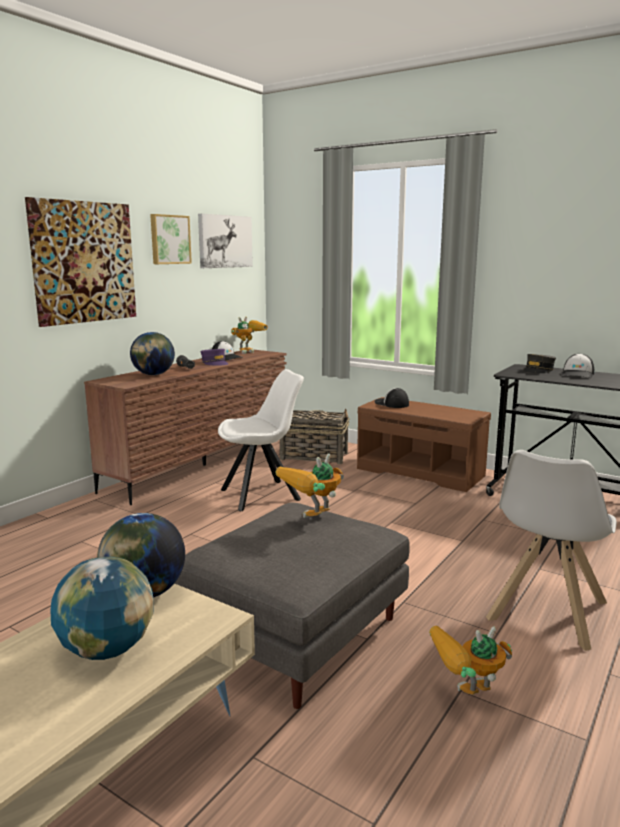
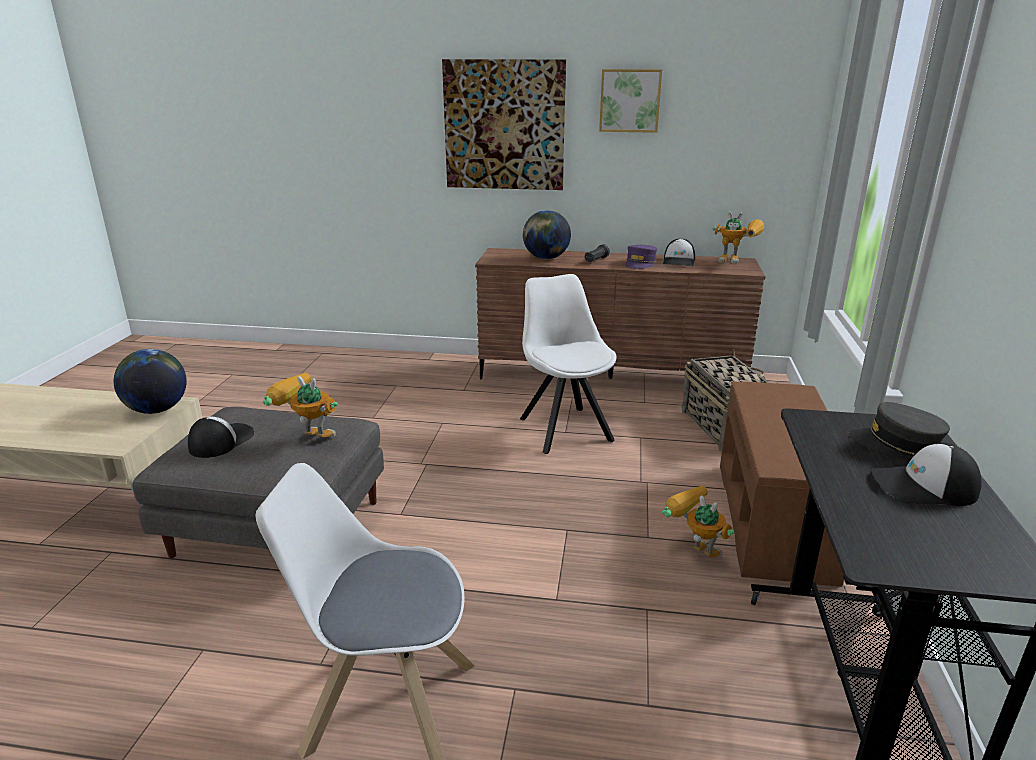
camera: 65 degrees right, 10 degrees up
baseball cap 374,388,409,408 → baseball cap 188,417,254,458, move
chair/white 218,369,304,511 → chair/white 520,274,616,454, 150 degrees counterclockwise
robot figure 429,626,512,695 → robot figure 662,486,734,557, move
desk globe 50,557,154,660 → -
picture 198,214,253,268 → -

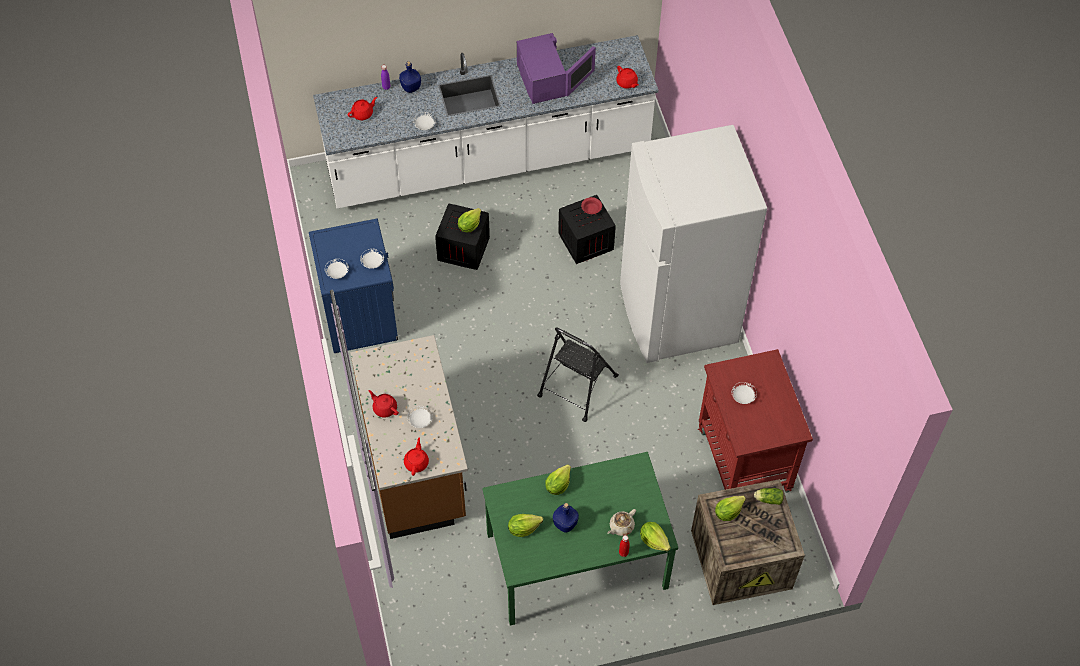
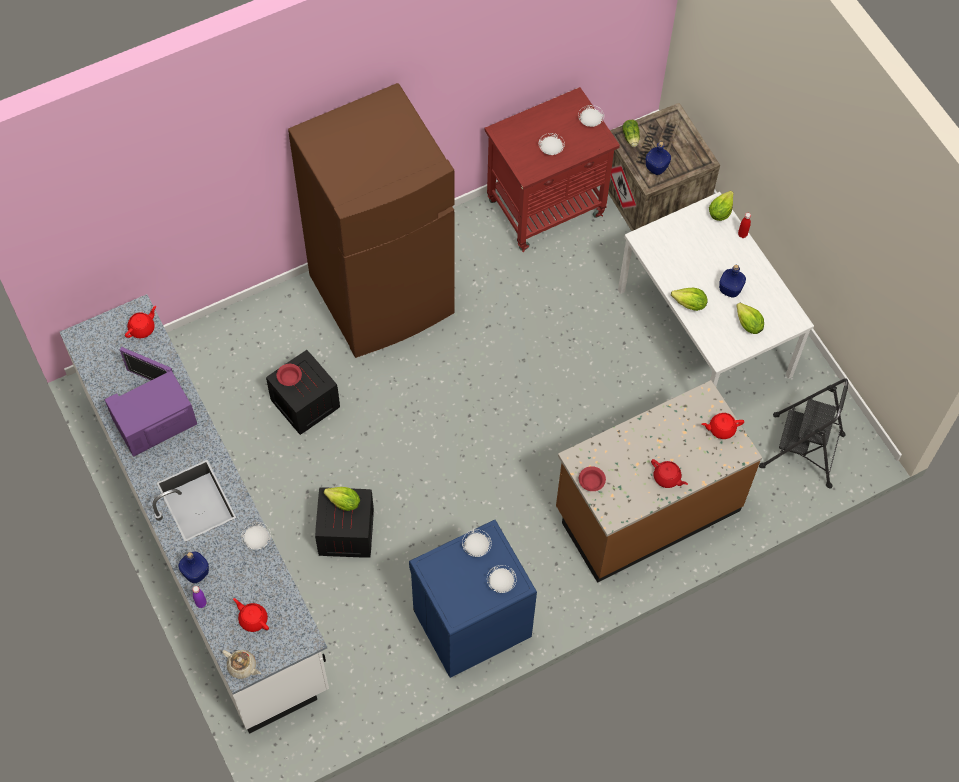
camera: 105 degrees left, 5 degrees up
tea pot/beige-coloured 607,509,636,536 → tea pot/beige-coloured 222,650,261,679, move
fridge/white 620,125,767,363 → fridge/brownish 288,83,455,358
dinner plate/white 407,406,433,428 → dinner plate/white 578,105,604,127, move
- → deep dish/reddish 579,466,606,491
dinner table/green 482,452,678,626 → dinner table/white 618,192,814,387
lettuce head 715,496,746,521 → bottle/blue 646,141,671,175
tea pot/reddish 368,390,399,417 → tea pot/reddish 651,459,688,488, 75 degrees counterclockwise
stepladder/black 537,328,619,422 → stepladder/black 759,378,848,489, move

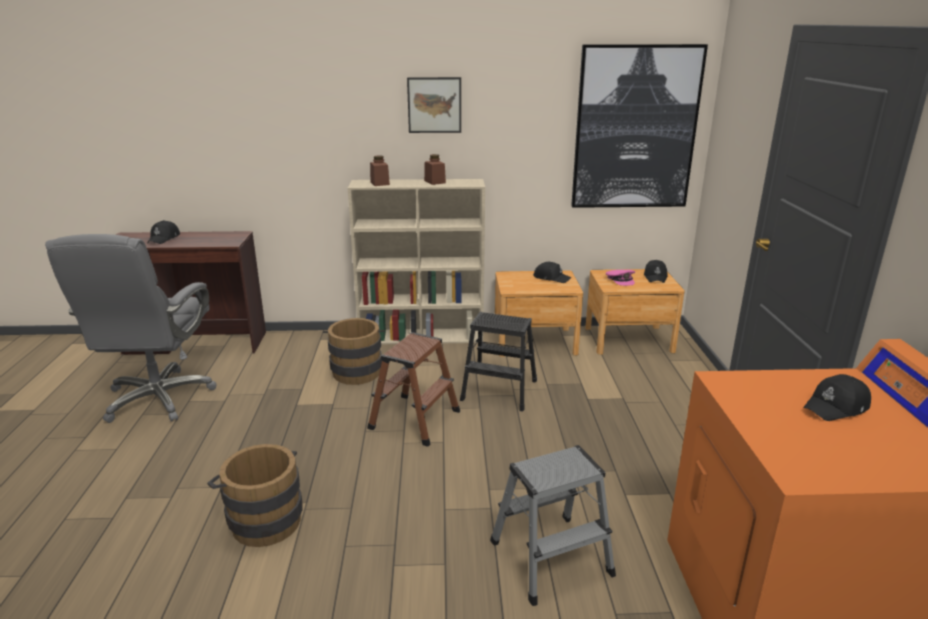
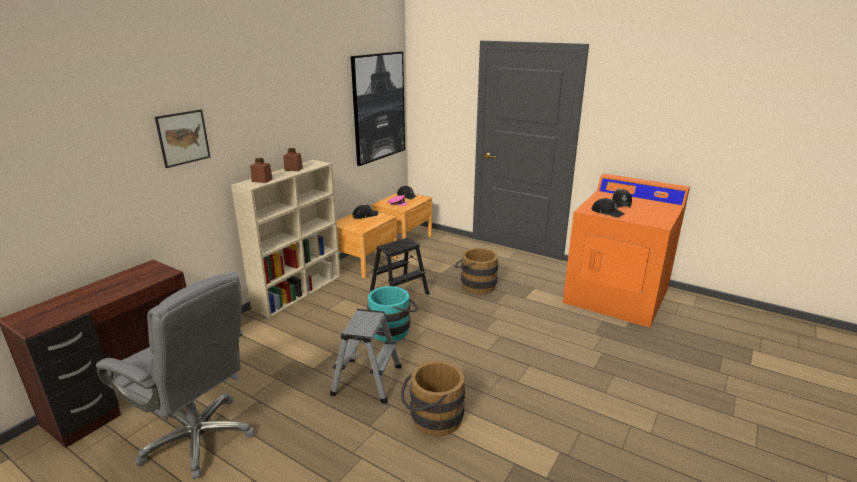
camera: 55 degrees left, 0 degrees up
picture 407,77,461,133 → picture 155,110,210,168, move
stepladder/gray 490,445,616,606 → stepladder/gray 330,309,402,404, move
stepladder/brownish 367,332,460,447 → water bucket/turquoise 367,286,418,342
water bucket/brownish 323,318,385,385 → water bucket/brownish 455,248,498,294, move
baseball cap/black 147,220,180,244 → baseball cap/black 591,198,625,218, move

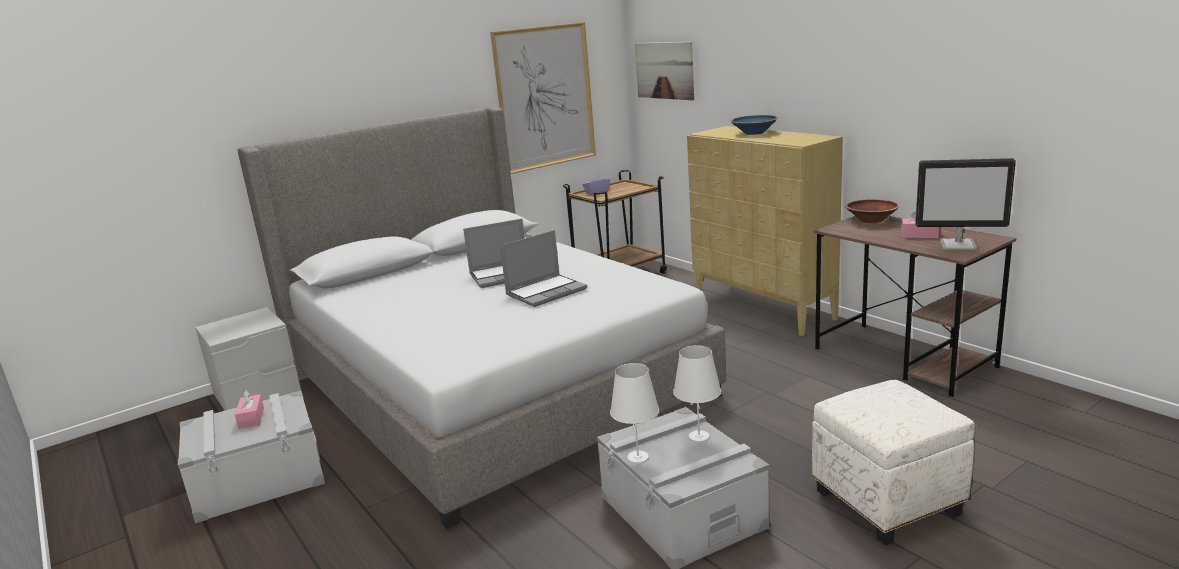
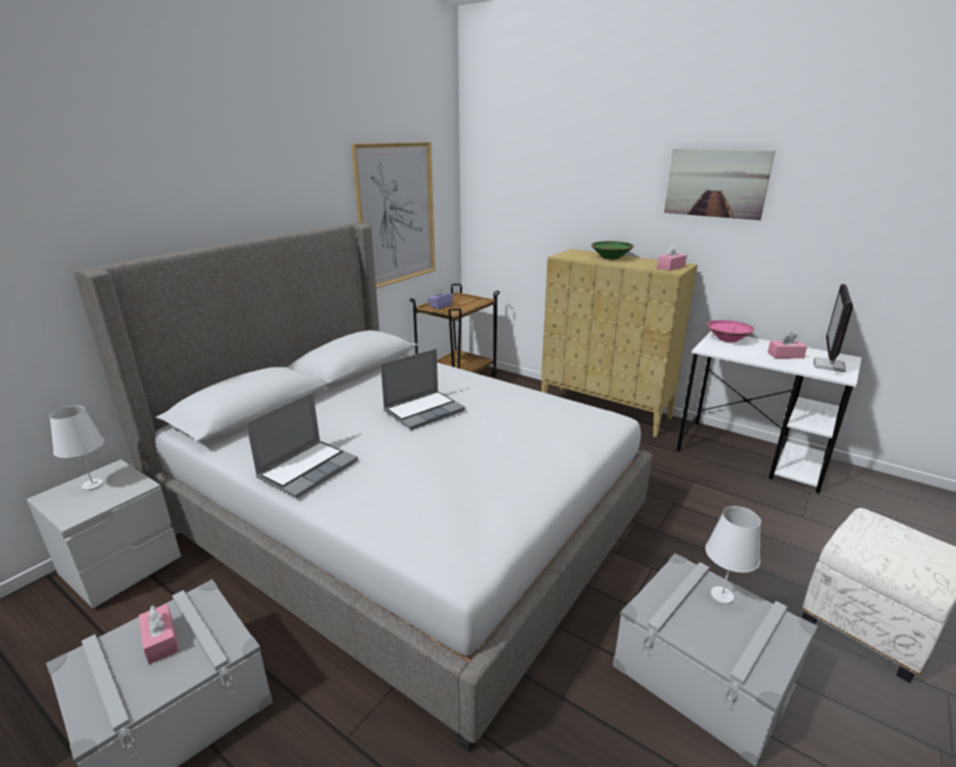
camera: 20 degrees left, 5 degrees up
table lamp/white 610,363,659,464 → table lamp/white 49,406,104,491, move
portable computer 500,230,587,307 → portable computer 246,392,358,498, move
deep dish/blue 731,115,778,135 → deep dish/green 591,241,634,260
- → tissue box/pink 657,244,687,271
picture 635,42,694,100 → picture 664,149,775,220, move
desk unit/brownish 814,216,1016,397 → desk unit/white 676,331,862,494
deep dish/brownish 845,200,900,223 → deep dish/pink 706,320,755,343
computer screen 915,158,1016,250 → computer screen 814,284,853,372, 120 degrees clockwise

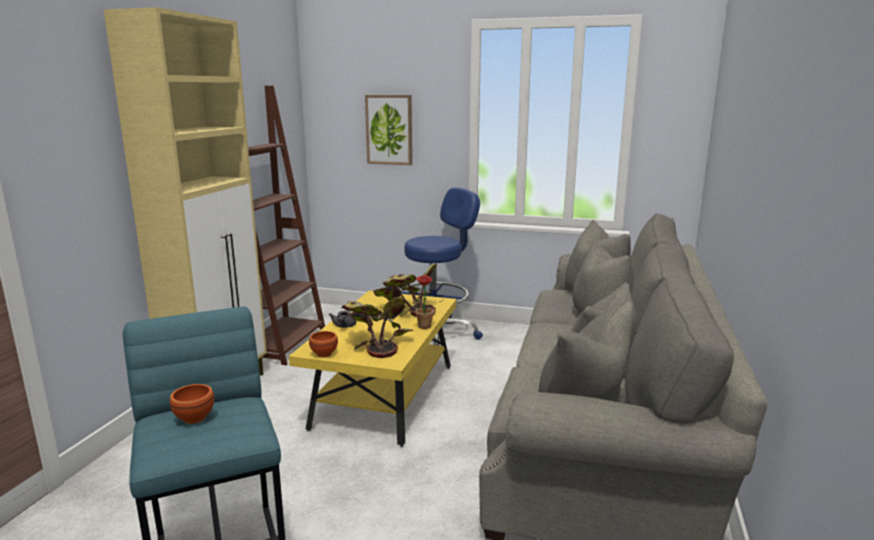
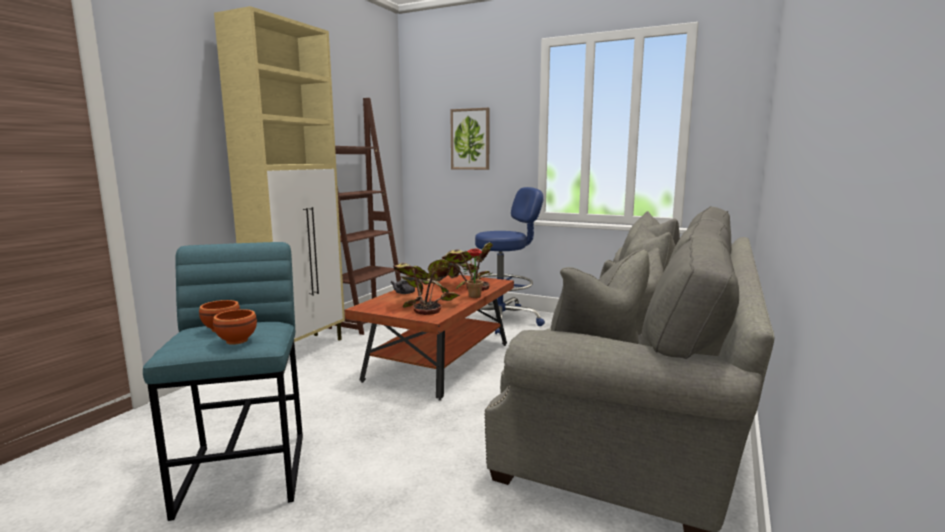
camera: 10 degrees right, 5 degrees down
deep dish/brownish 309,331,338,357 → deep dish/brownish 213,309,257,345, move
lounge table/yellowish 289,291,457,447 → lounge table/brownish 345,275,514,400

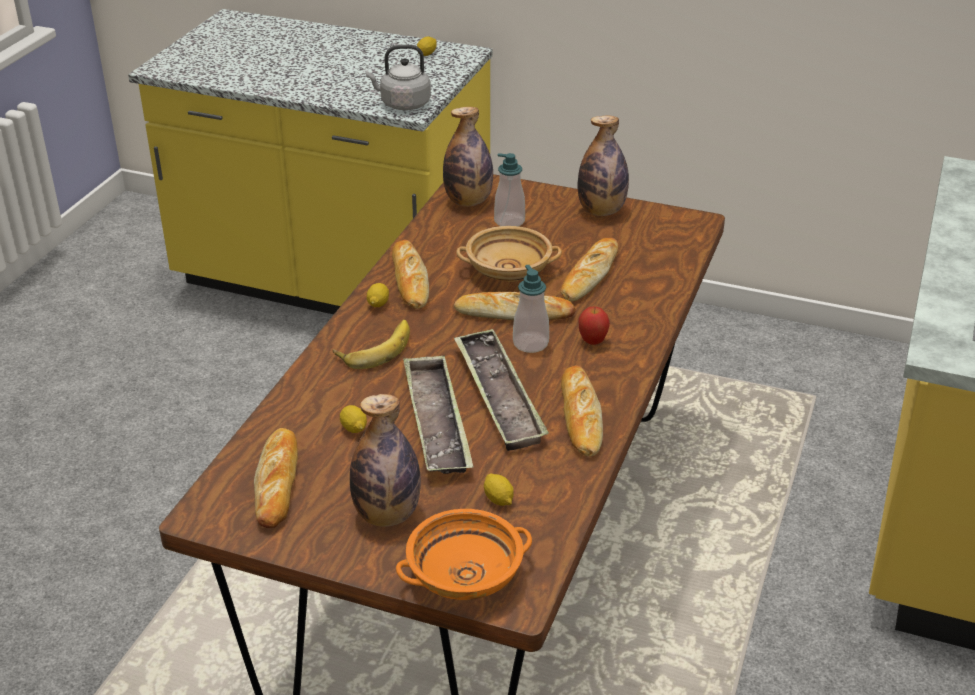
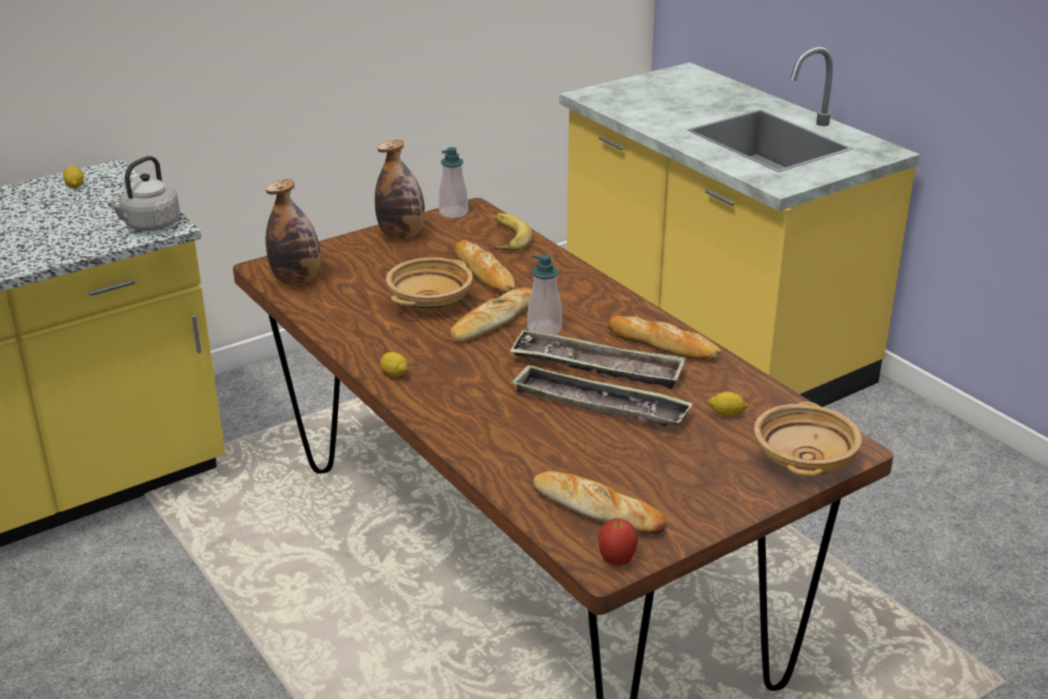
camera: 55 degrees left, 5 degrees down
soap dispenser 494,153,525,226 → soap dispenser 439,147,468,218, move
banana 333,320,410,369 → banana 494,213,533,252, move
apple 578,307,610,345 → apple 598,518,638,566, move
deep dish/orange 396,509,532,600 → deep dish/beige-coloured 754,402,862,476
citrus fruit 340,405,367,433 → -
bottle 350,394,421,527 → -
bread 392,239,429,309 → -

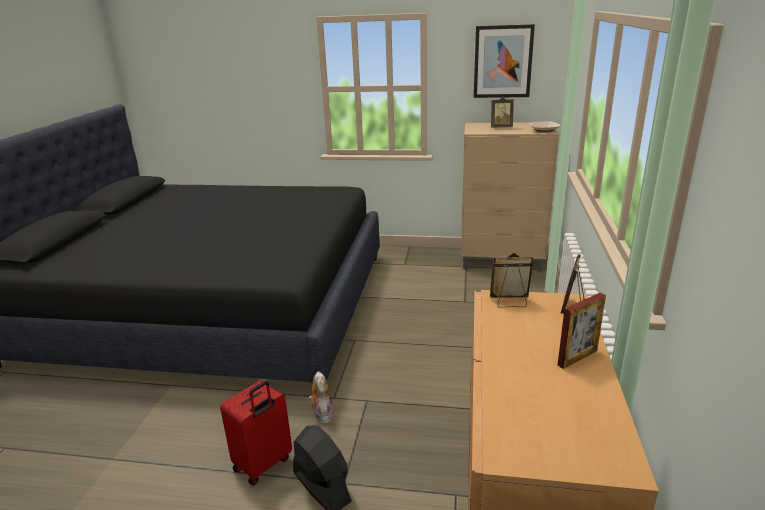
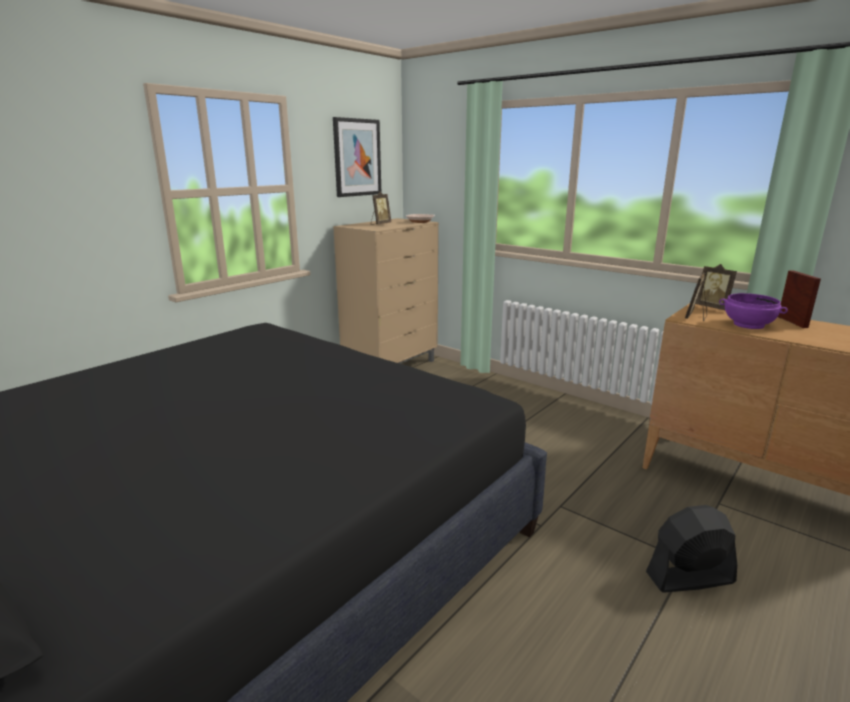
camera: 60 degrees left, 5 degrees down
- → deep dish/purplish 719,293,788,329
piece of luggage/reddish 220,380,292,486 → -
soft toy 308,371,334,424 → -

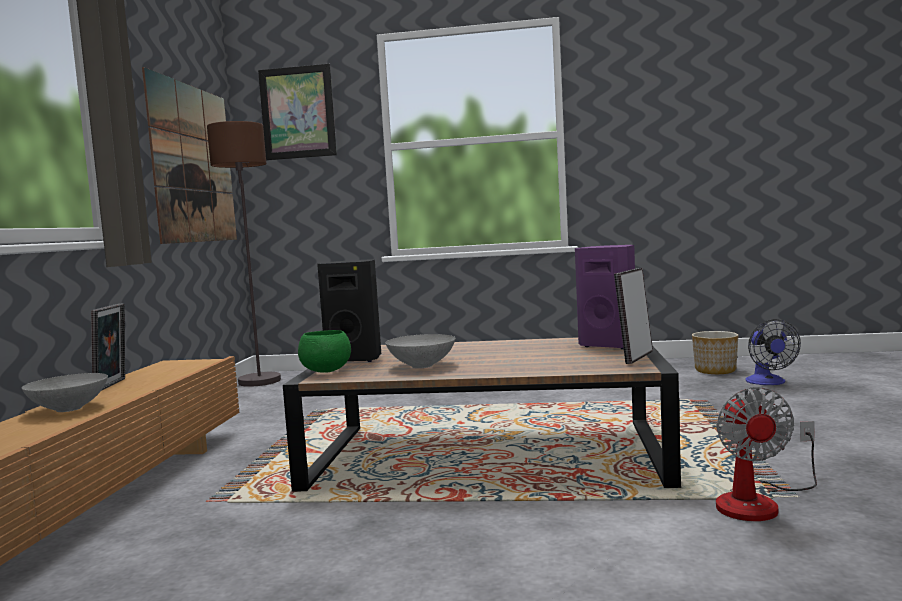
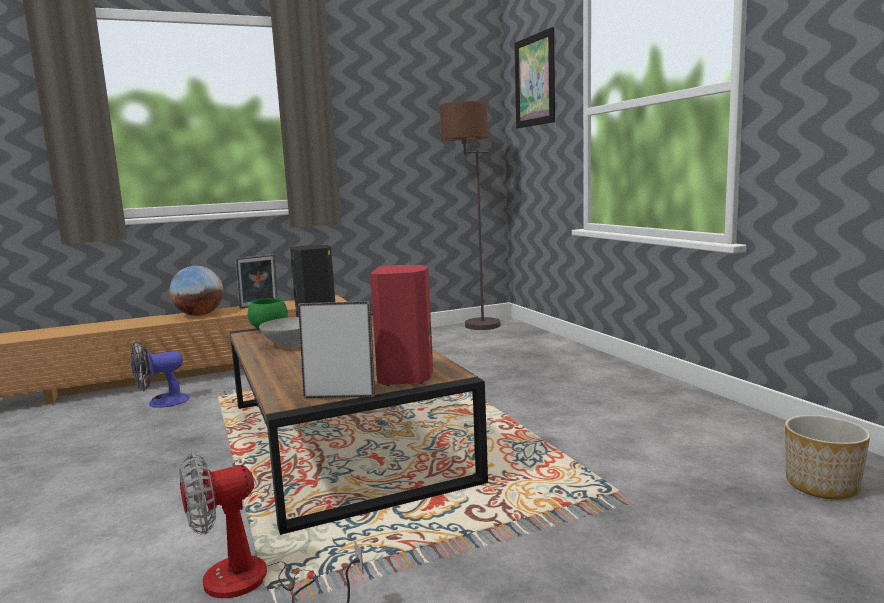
camera: 60 degrees right, 5 degrees up
cooling fan 745,319,801,385 → cooling fan 131,341,190,408, move
deep dish/gray 22,373,108,412 → desk globe 169,266,223,316
loudspeaker/purplish 575,245,635,349 → loudspeaker/reddish 370,265,433,386
picture 142,67,237,244 → -

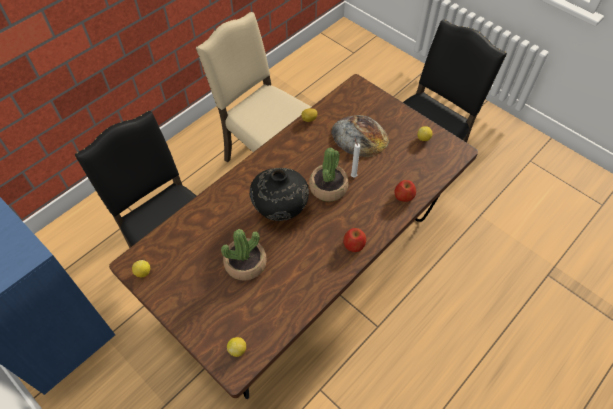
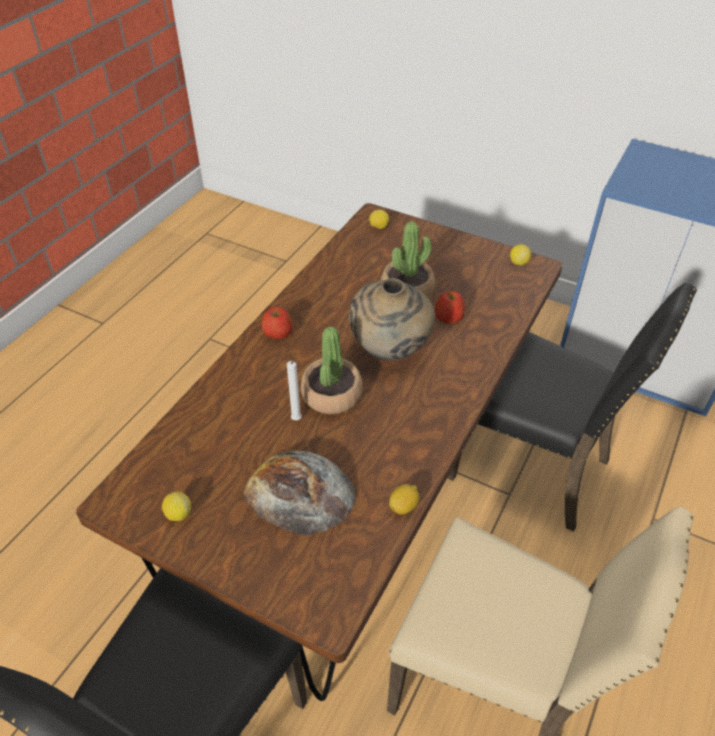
camera: 165 degrees right, 10 degrees down
flower vase/black 250,168,309,221 → flower vase/beige-coloured 349,278,435,360
apple 395,180,416,202 → apple 435,291,465,324, move

